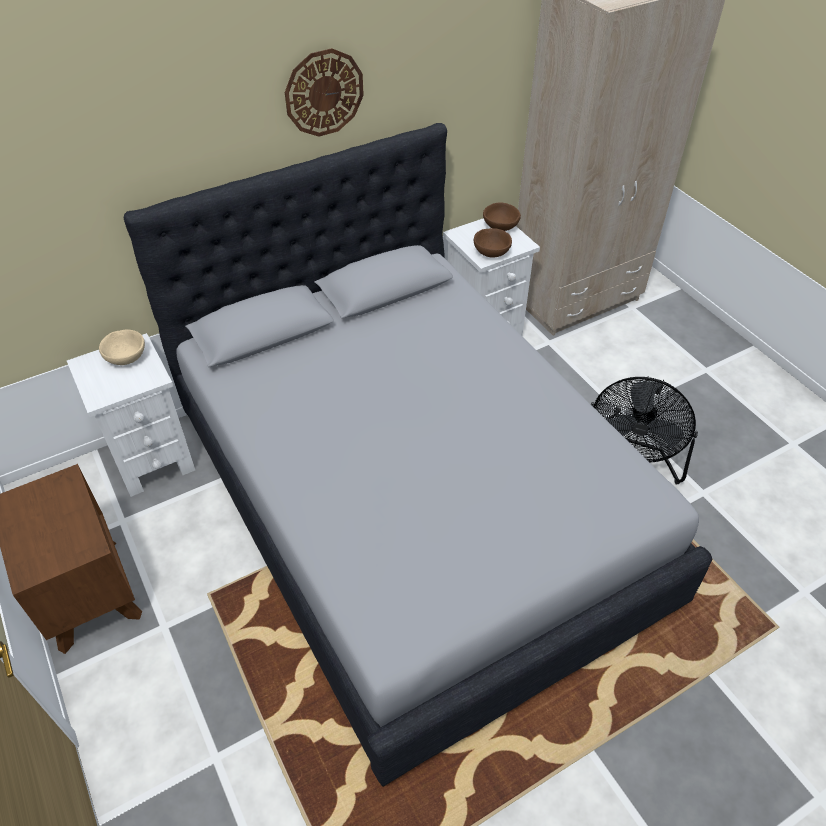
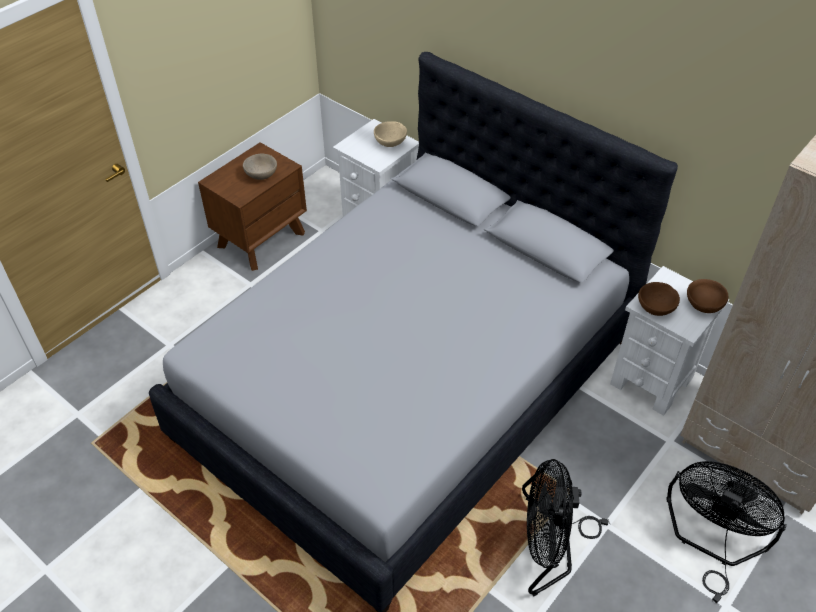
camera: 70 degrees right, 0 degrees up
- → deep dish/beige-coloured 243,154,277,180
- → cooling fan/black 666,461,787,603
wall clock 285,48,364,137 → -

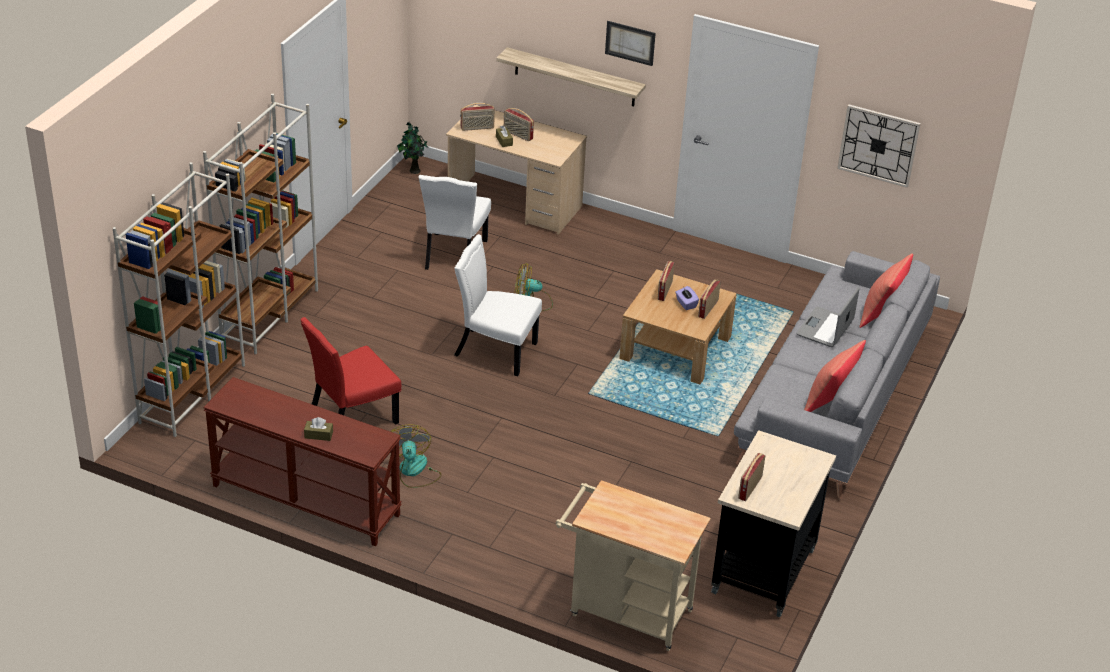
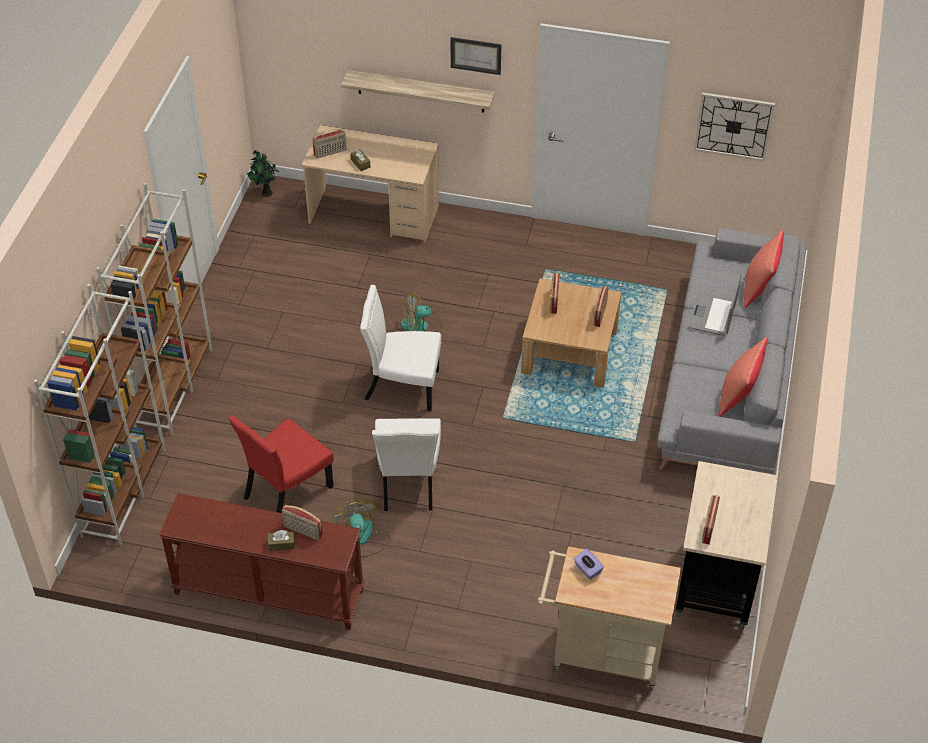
camera: 10 degrees left, 10 degrees up
radio 504,108,534,141 → radio 282,505,323,540, move
chair/white 419,175,491,270 → chair/white 372,418,441,511, move
tissue box/purplish 675,286,699,310 → tissue box/purplish 574,549,604,580, move

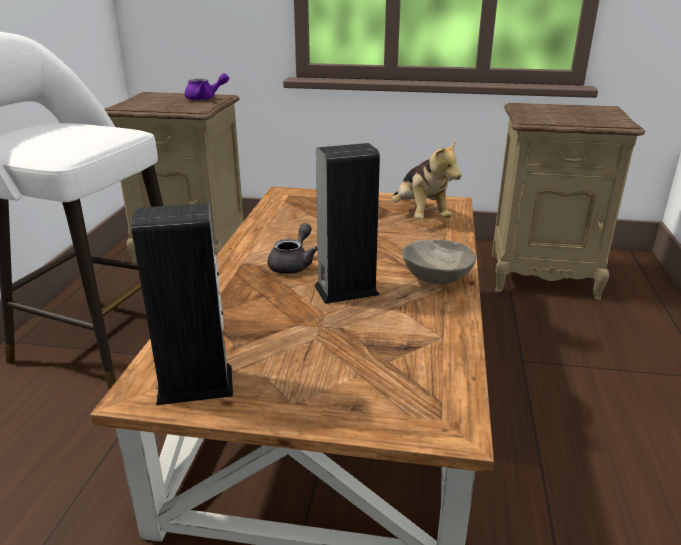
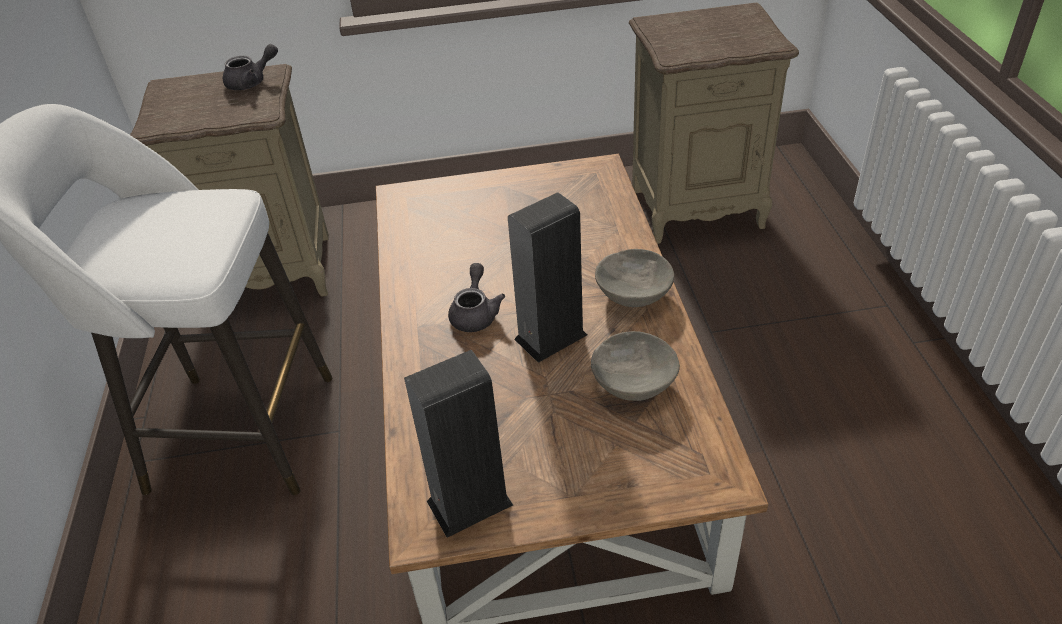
camera: 15 degrees left, 15 degrees up
tea pot/purplish 185,73,229,100 → tea pot/gray 223,44,278,90
- → deep dish/gray 591,331,680,401
soft toy 392,140,462,219 → -

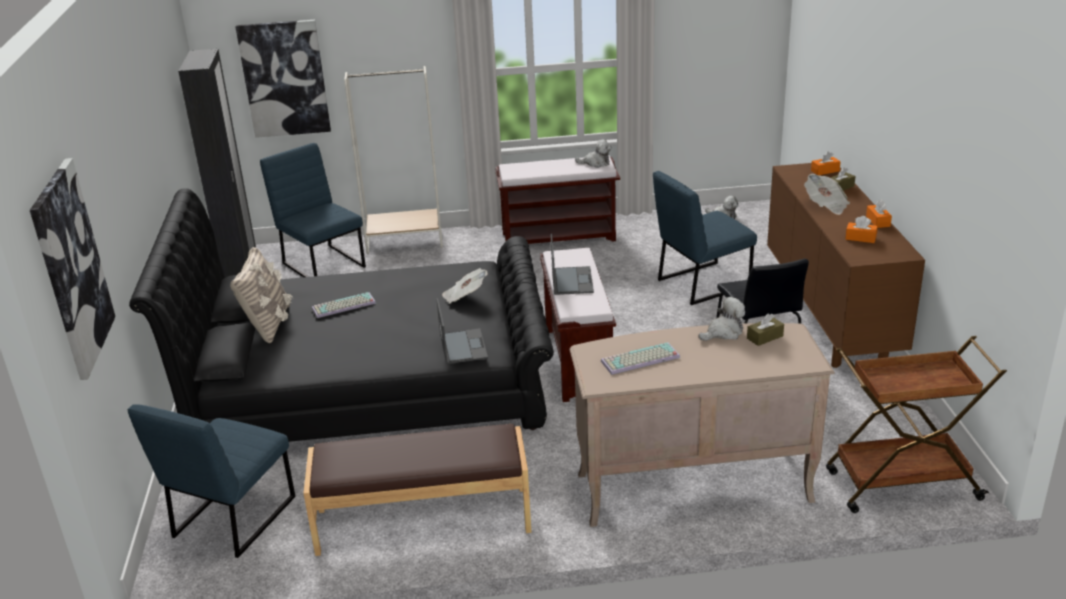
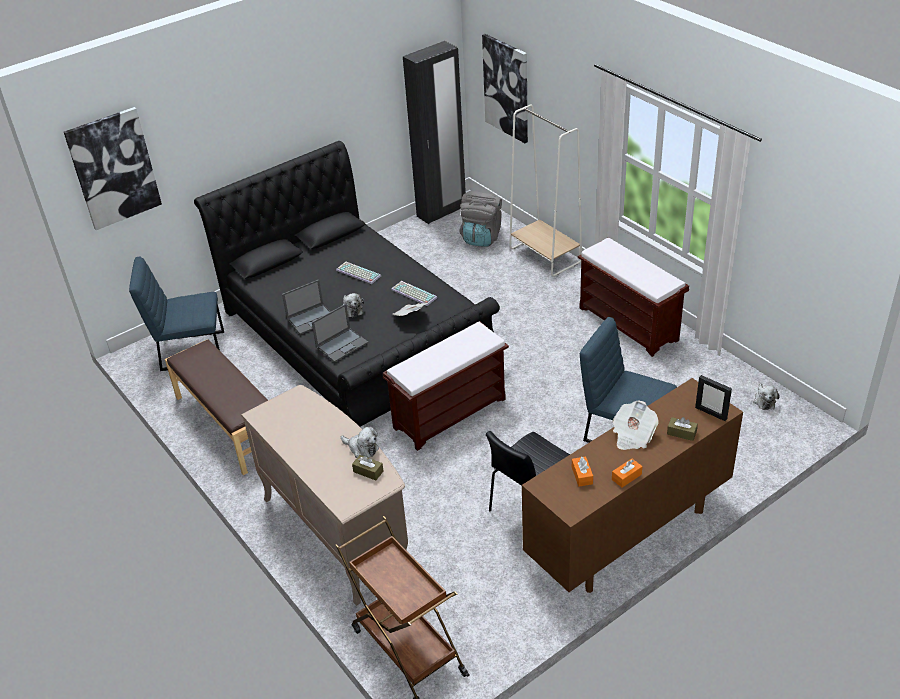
camera: 60 degrees right, 10 degrees up
portable computer 551,234,594,295 → portable computer 282,280,330,334, move
soft toy 575,139,612,168 → soft toy 343,293,364,318, move
computer keyboard 601,343,680,375 → computer keyboard 391,281,437,306, move
chair/blue 260,143,366,277 → knapsack/gray 459,191,502,247
tissue box/orange 811,152,841,175 → photo frame 695,375,732,421
throw pillow/beige-coloured 230,247,292,343 → -

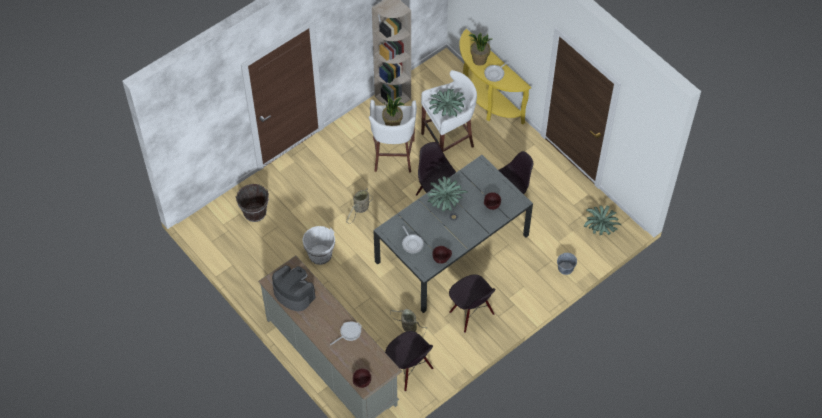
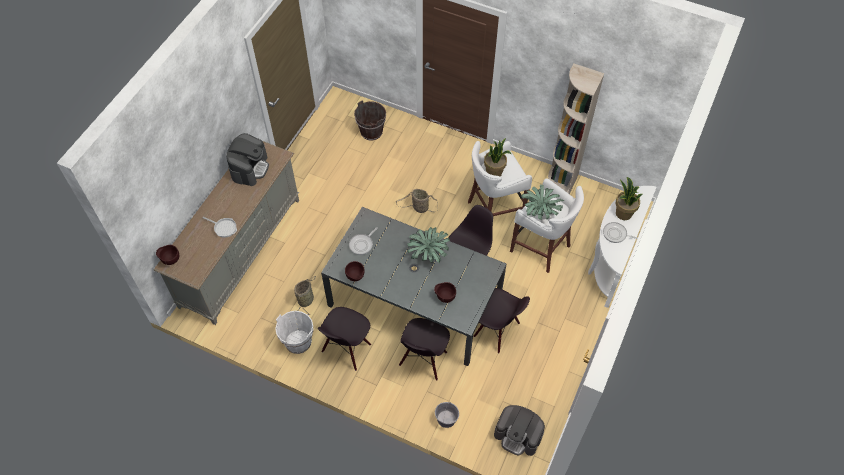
camera: 65 degrees right, 0 degrees up
water bucket/white 302,226,335,265 → water bucket/white 275,311,314,354, move
chair/black 385,331,434,392 → chair/black 399,318,450,381, move
potted plant 584,205,621,235 → coffee brewer 494,405,545,456
narrow table/yellowish 459,29,531,125 → narrow table/white 588,186,657,308

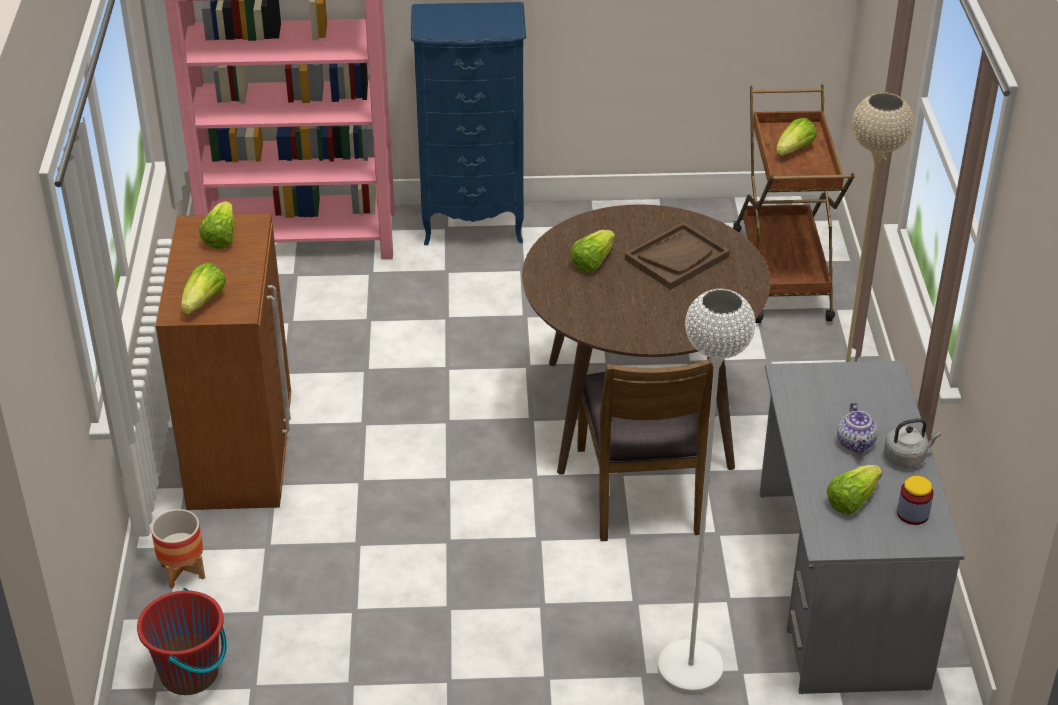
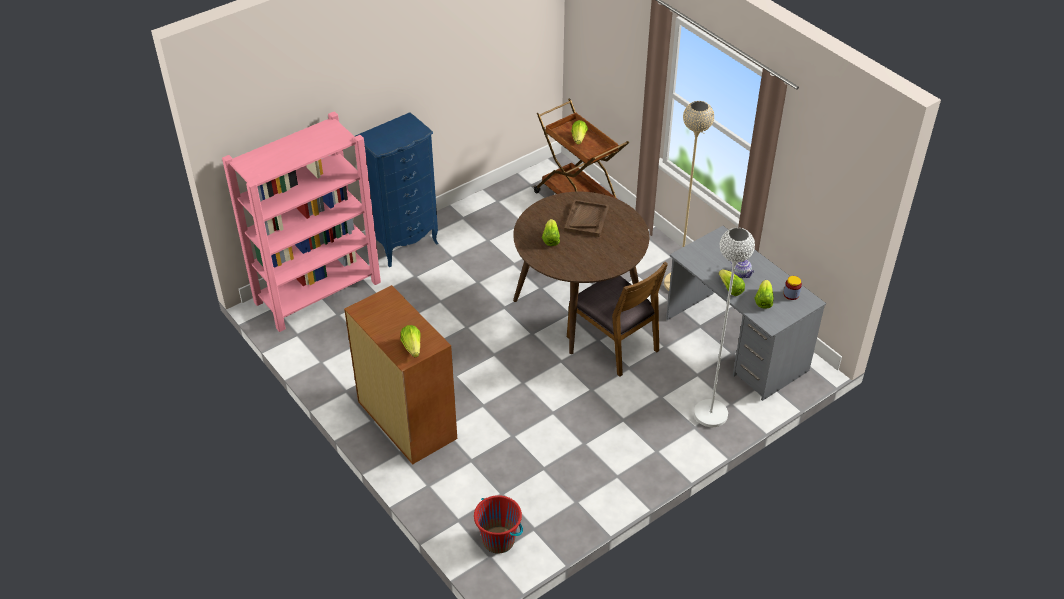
camera: 35 degrees left, 5 degrees up
lettuce head 199,201,235,249 → lettuce head 719,269,745,296, move
plant pot 151,509,205,589 → -
kettle/gray 884,418,941,468 → -

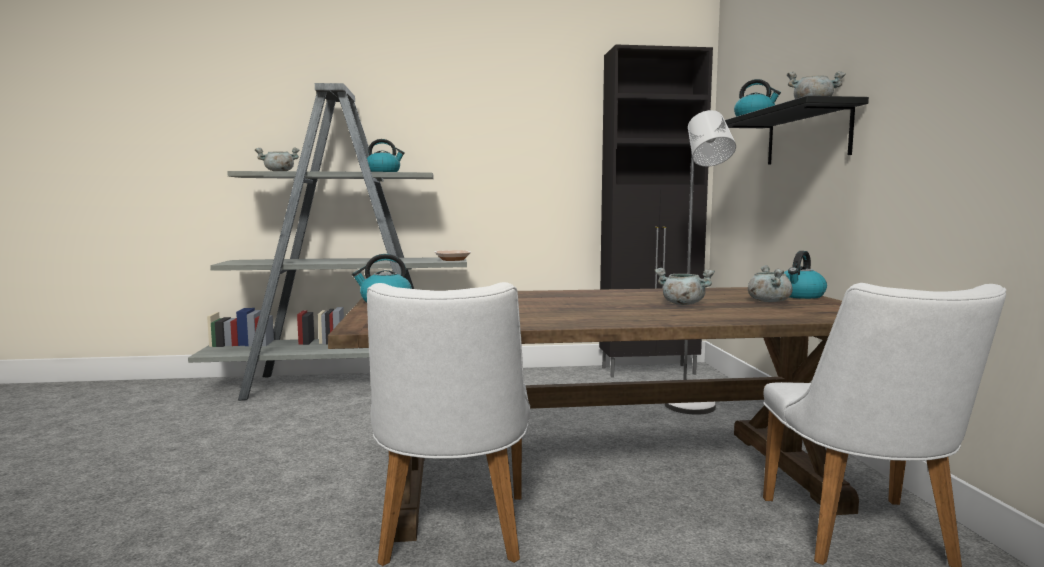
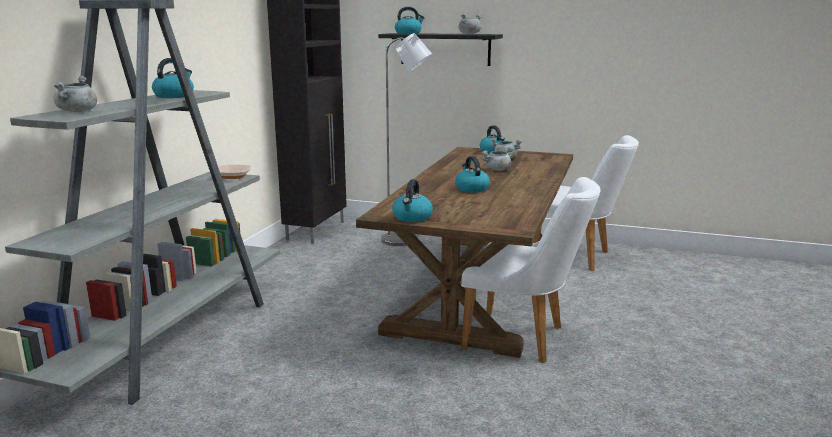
camera: 65 degrees left, 10 degrees up
- → kettle 455,156,490,193

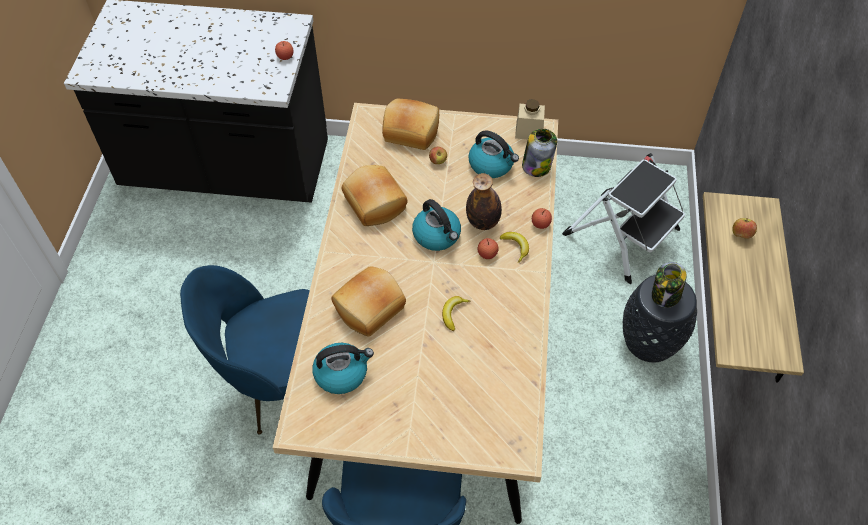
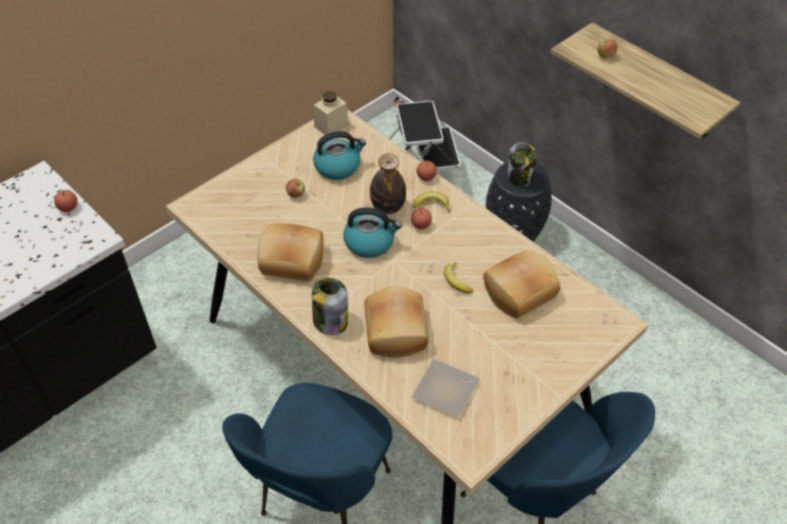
camera: 50 degrees left, 5 degrees down
jar 522,129,557,177 → jar 312,278,348,335, move
kettle 312,343,374,394 → dinner plate 412,359,479,418
bread 382,99,439,150 → bread 483,250,560,319, move

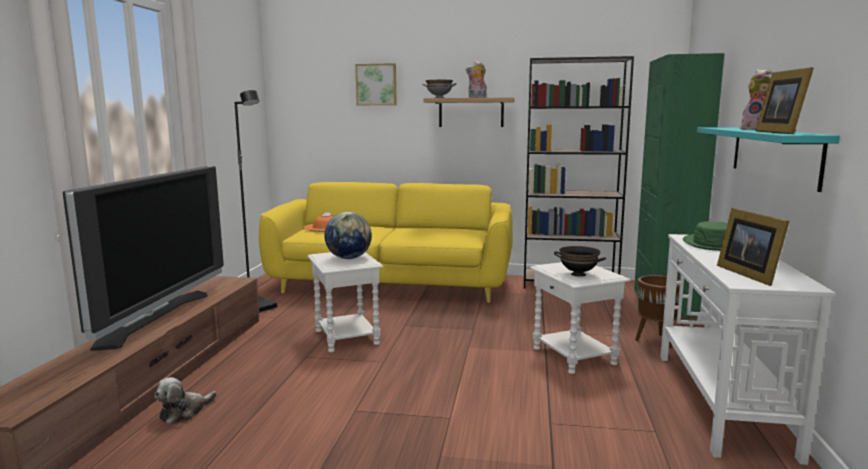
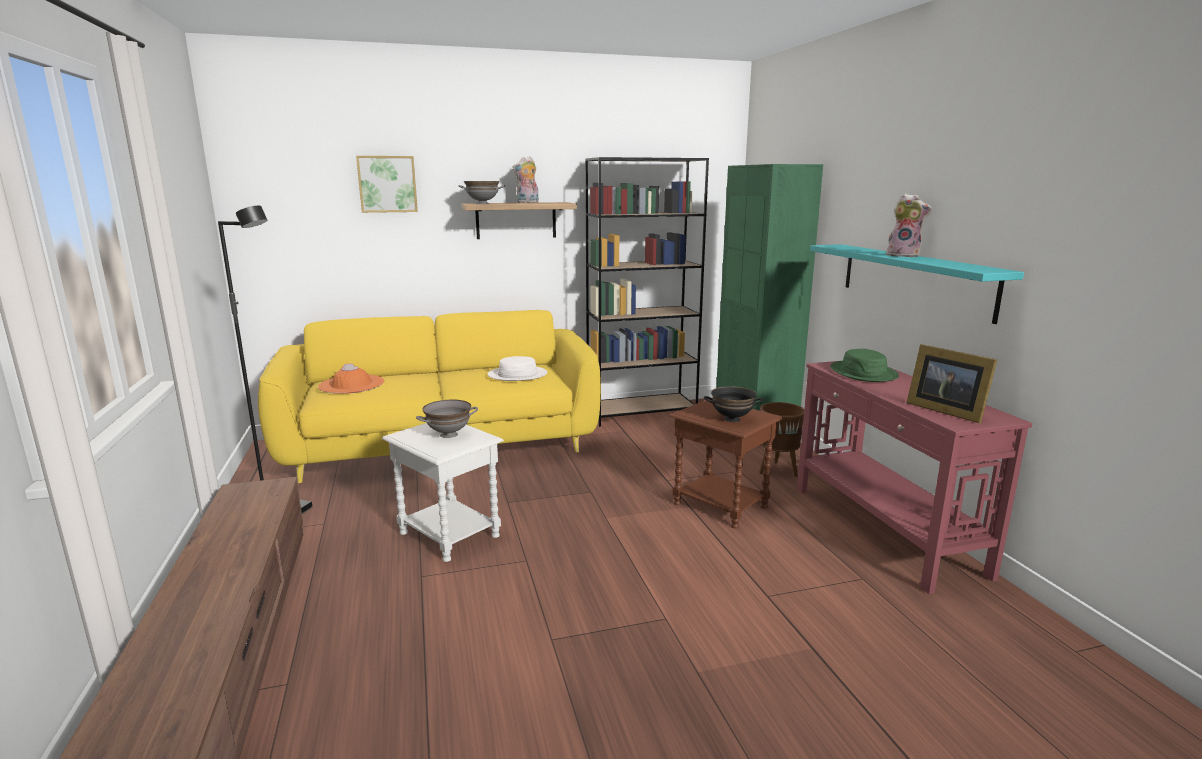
camera: 25 degrees left, 5 degrees up
desk globe 324,212,372,259 → deep dish/gray 416,400,478,438
- → hat/white 488,356,547,381
end table/white 530,262,631,374 → end table/brownish 669,399,783,529
narrow table/white 660,234,836,465 → narrow table/reddish 797,361,1032,594
television 63,166,224,351 → -
soft toy 154,377,217,424 → -
photo frame 756,67,814,134 → -

